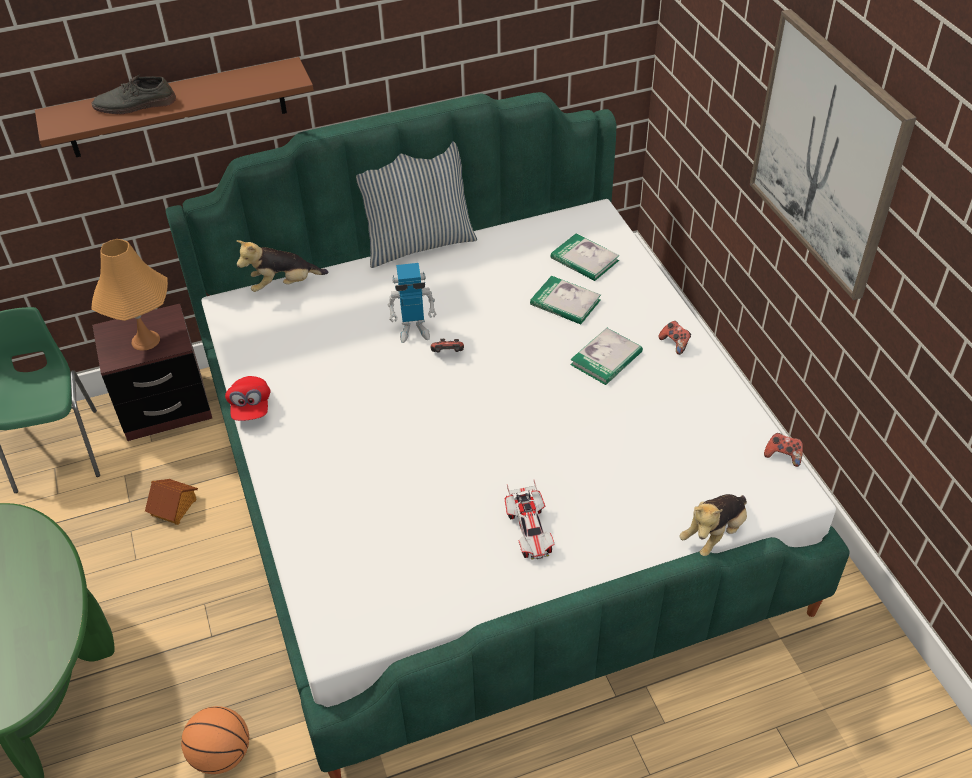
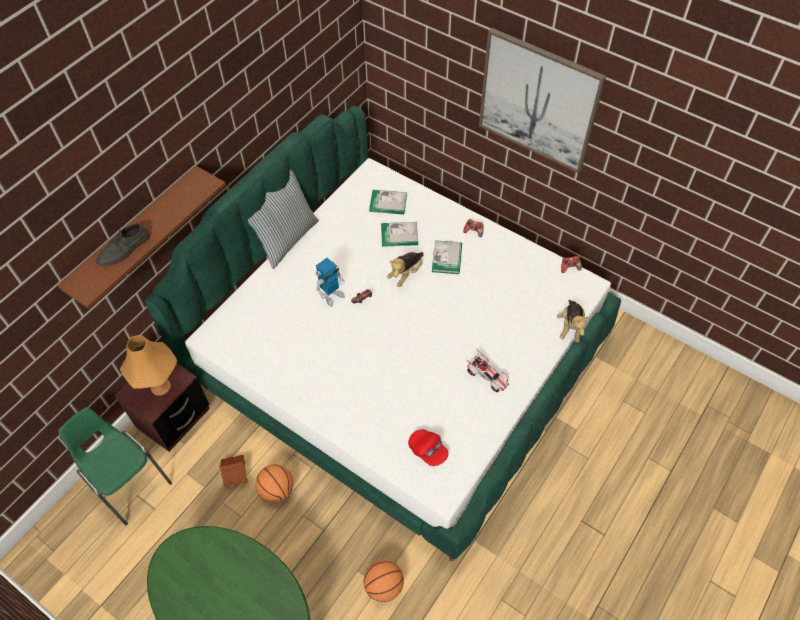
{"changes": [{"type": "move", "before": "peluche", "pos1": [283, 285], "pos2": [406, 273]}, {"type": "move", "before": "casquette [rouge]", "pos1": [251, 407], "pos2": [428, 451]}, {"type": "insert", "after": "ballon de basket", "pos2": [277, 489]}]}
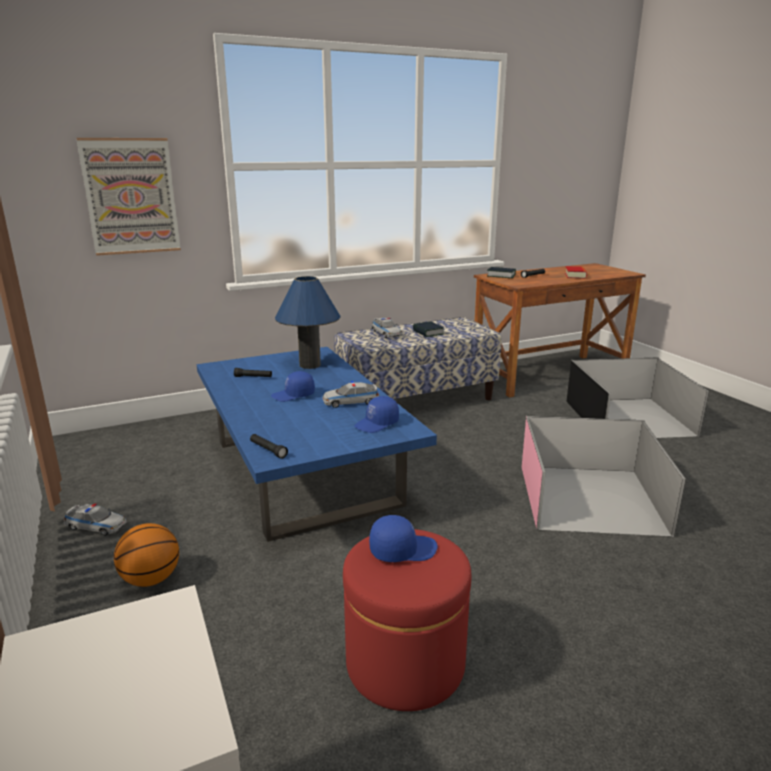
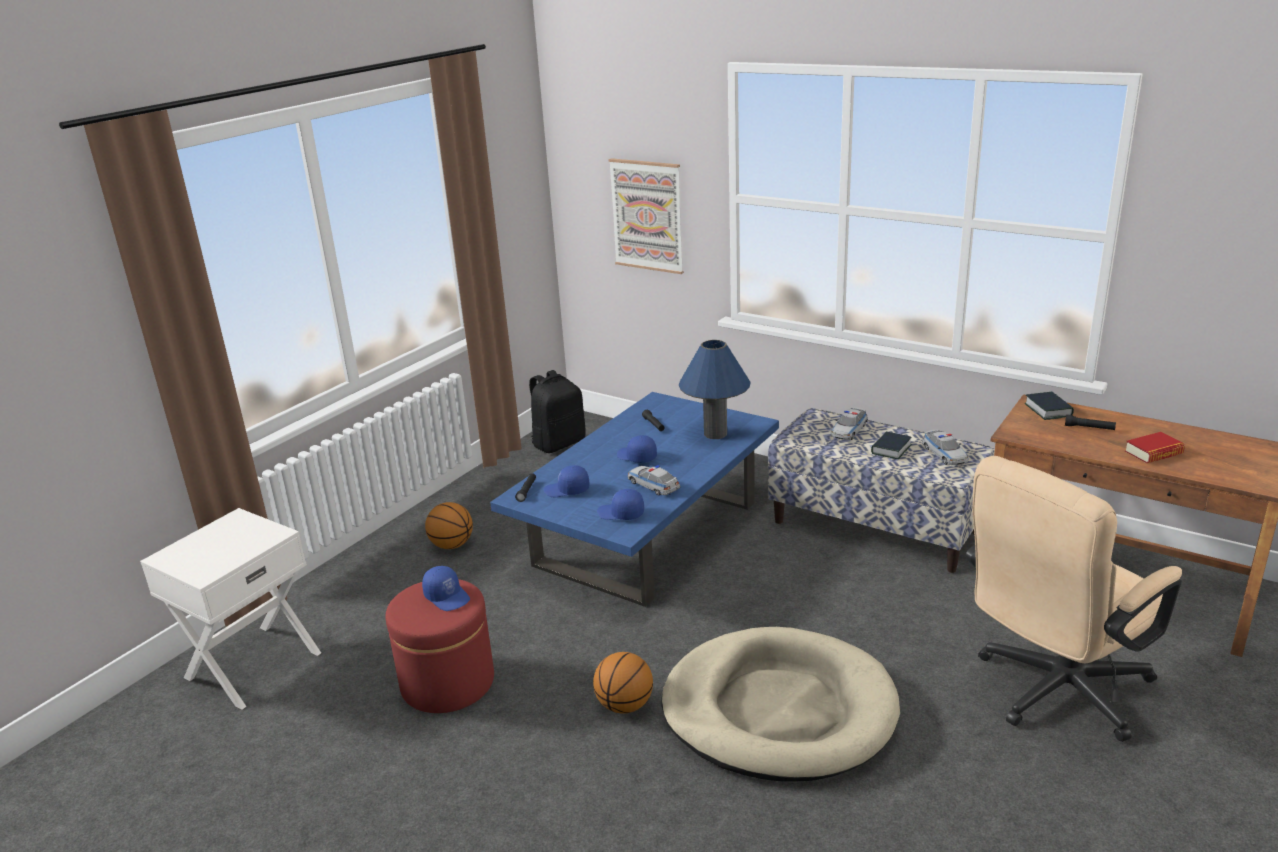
{"changes": [{"type": "replace", "before": "boîte de rangement [noir]", "after": "chaise de bureau [beige]", "pos1": [627, 418], "pos2": [1053, 693]}, {"type": "replace", "before": "boîte de rangement [rose]", "after": "panier pour chien [beige]", "pos1": [588, 498], "pos2": [778, 710]}, {"type": "move", "before": "petite voiture", "pos1": [96, 526], "pos2": [944, 454]}, {"type": "insert", "after": "sac à dos [noir]", "pos2": [559, 443]}, {"type": "insert", "after": "casquette [bleu]", "pos2": [567, 490]}, {"type": "insert", "after": "ballon de basket", "pos2": [625, 705]}]}
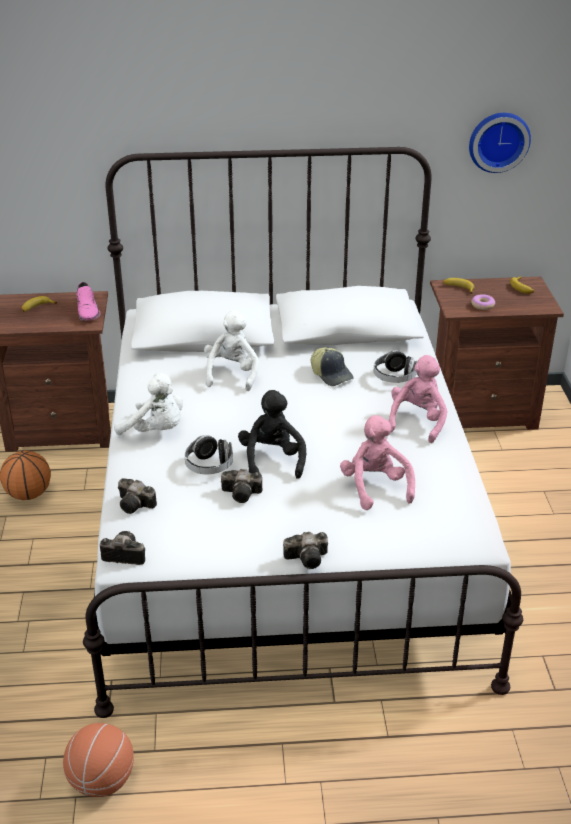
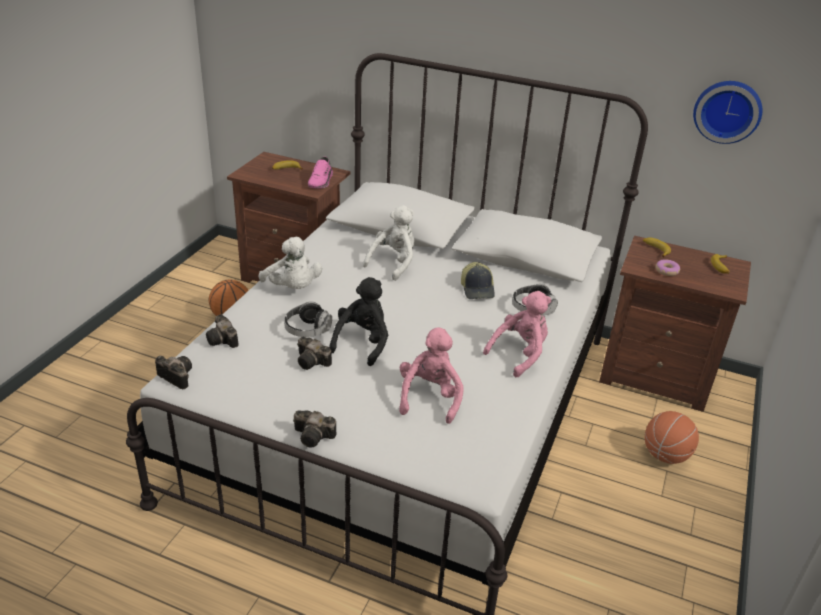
{"changes": [{"type": "move", "before": "ballon de basket", "pos1": [102, 780], "pos2": [665, 455]}]}
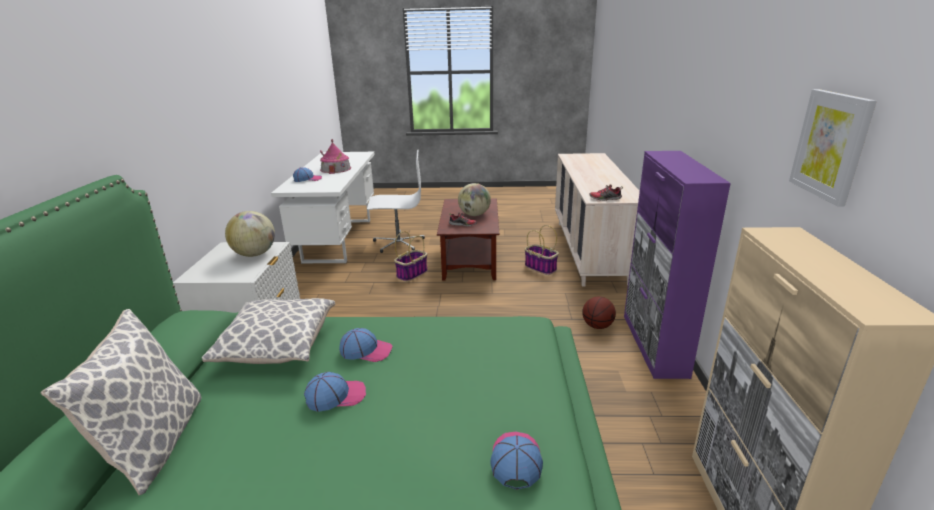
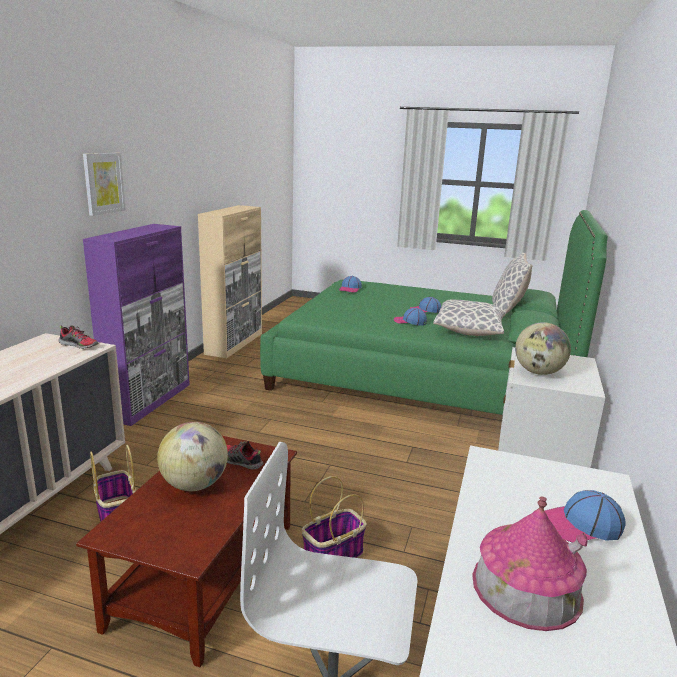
{"changes": [{"type": "move", "before": "tableau", "pos1": [831, 145], "pos2": [103, 183]}, {"type": "delete", "before": "ballon de basket", "pos1": [597, 326]}]}
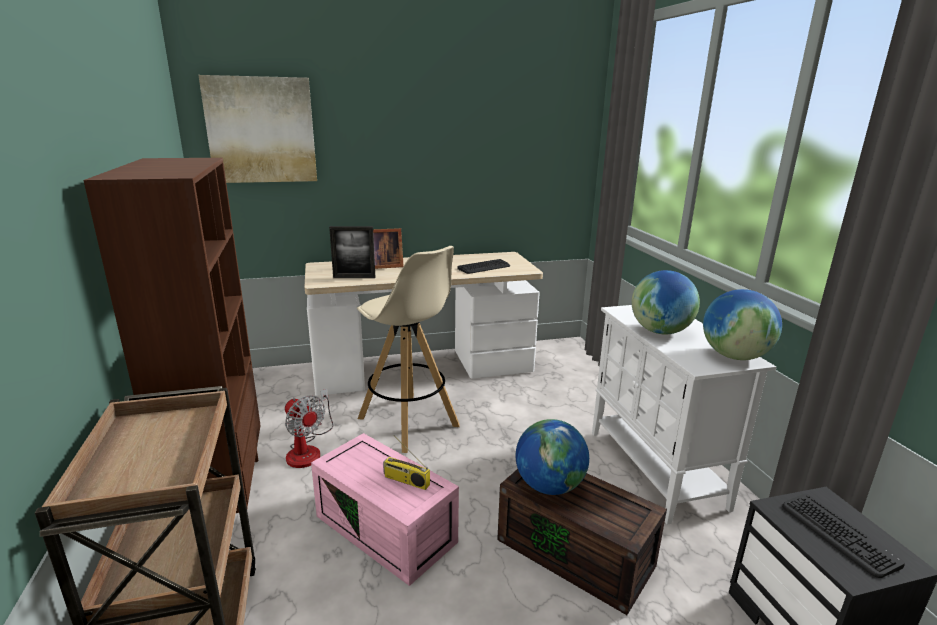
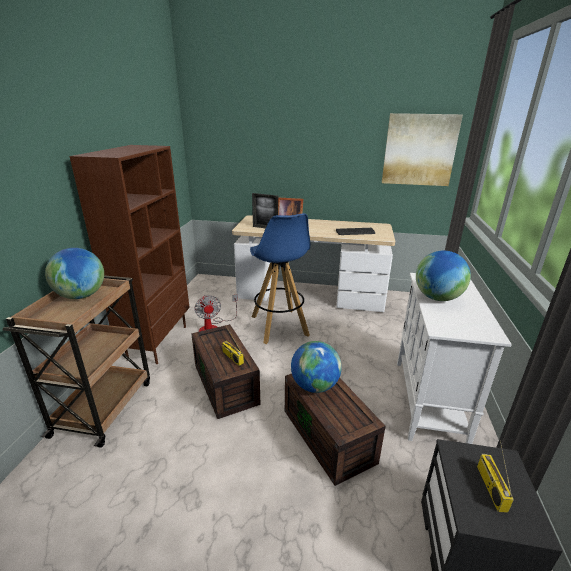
{"changes": [{"type": "move", "before": "tableau", "pos1": [261, 130], "pos2": [419, 150]}, {"type": "recolor", "before": "tabouret [beige]", "after": "tabouret [bleu]", "pos1": [409, 422], "pos2": [279, 326]}, {"type": "move", "before": "globe", "pos1": [734, 356], "pos2": [82, 296]}, {"type": "recolor", "before": "boîte de rangement [rose]", "after": "boîte de rangement [marron]", "pos1": [388, 529], "pos2": [227, 384]}, {"type": "replace", "before": "clavier", "after": "radio", "pos1": [837, 534], "pos2": [490, 487]}]}
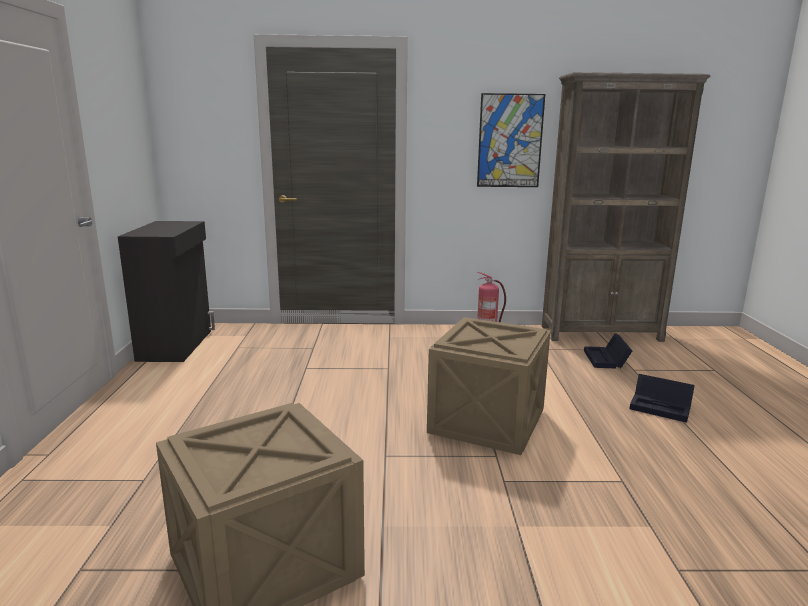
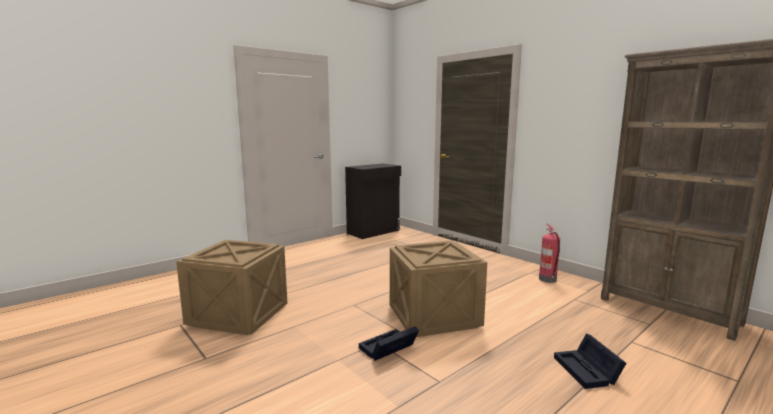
{"changes": [{"type": "delete", "before": "tableau", "pos1": [510, 141]}, {"type": "move", "before": "boîte de rangement [noir]", "pos1": [606, 360], "pos2": [387, 349]}]}
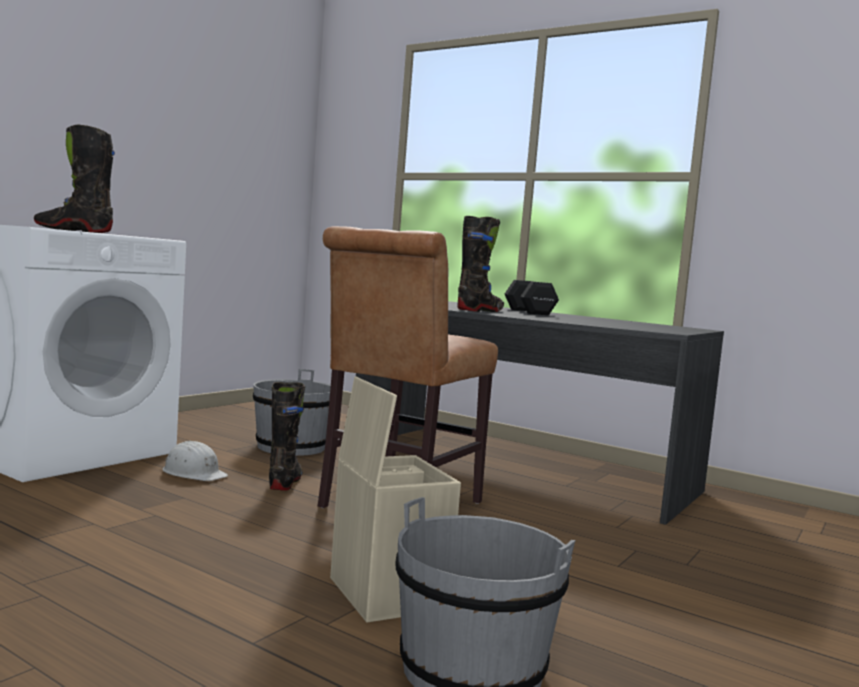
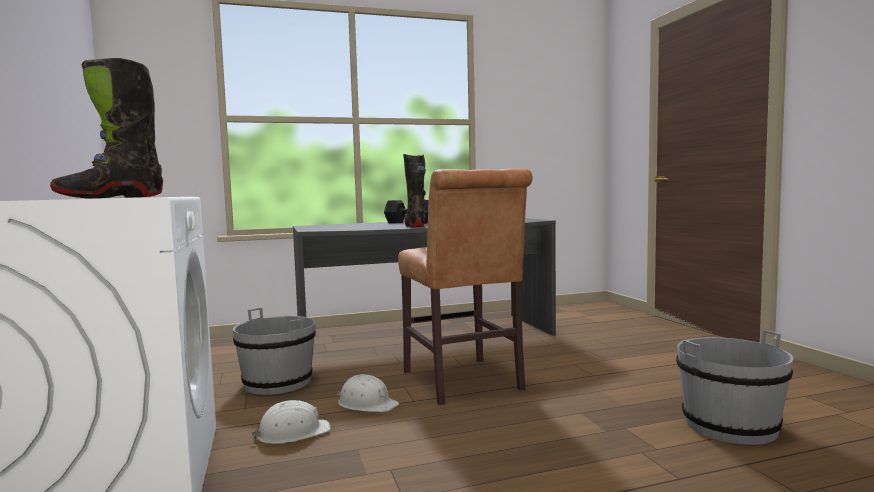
{"changes": [{"type": "delete", "before": "boîte de rangement [beige]", "pos1": [385, 592]}, {"type": "replace", "before": "botte [noir]", "after": "casque de chantier [blanc]", "pos1": [285, 482], "pos2": [367, 404]}]}
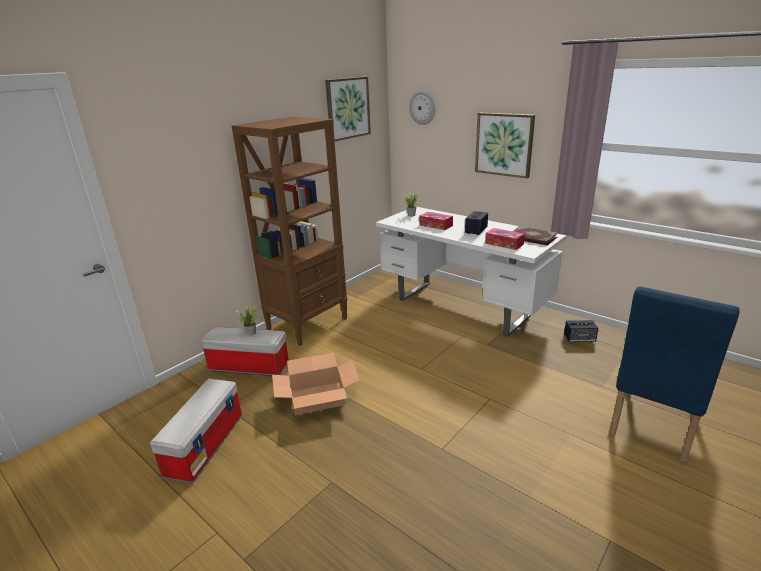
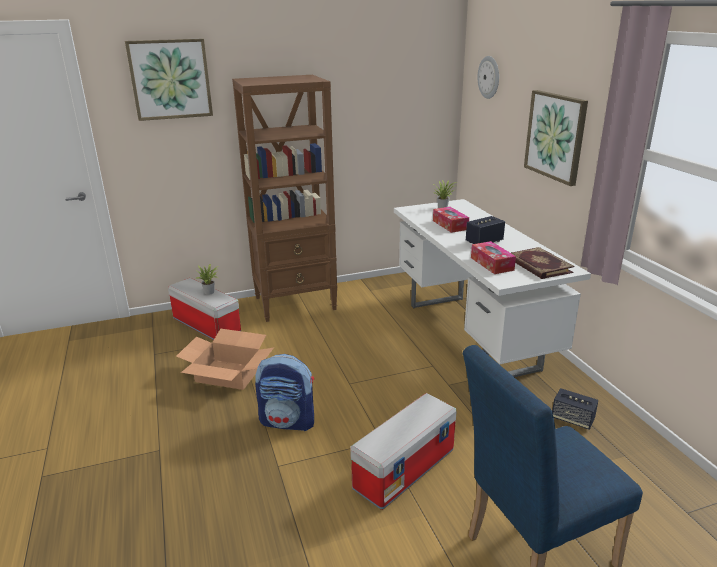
{"changes": [{"type": "move", "before": "tableau", "pos1": [347, 108], "pos2": [170, 79]}, {"type": "move", "before": "boîte de rangement", "pos1": [205, 444], "pos2": [405, 468]}, {"type": "insert", "after": "sac à dos", "pos2": [288, 421]}]}
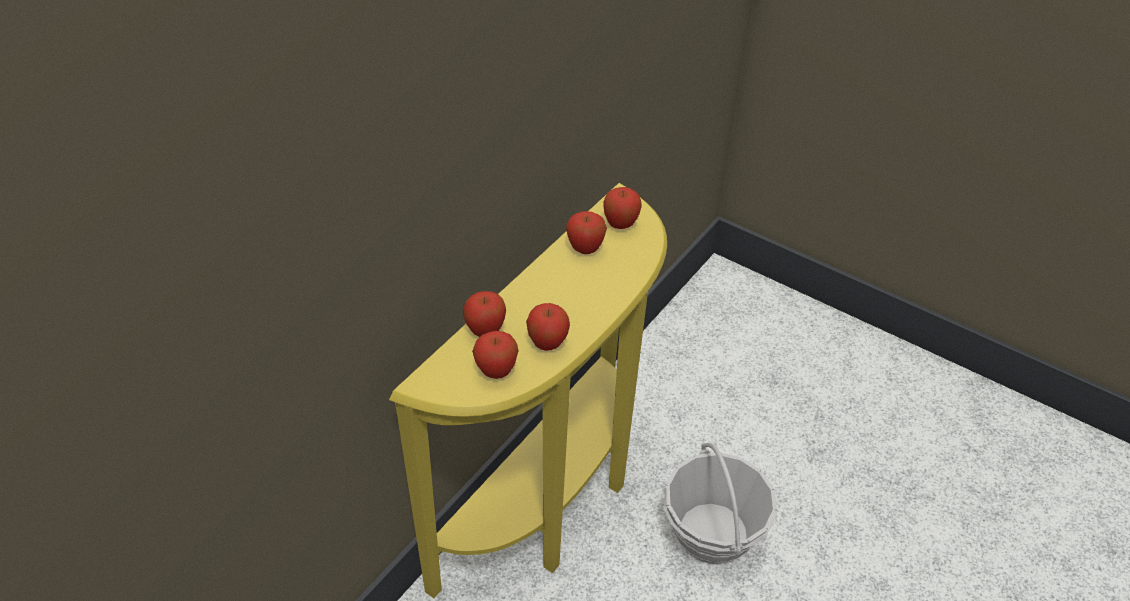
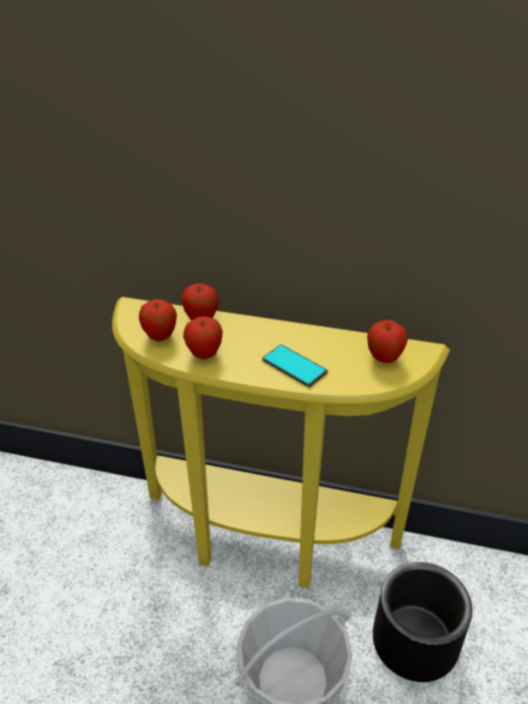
{"changes": [{"type": "delete", "before": "pomme", "pos1": [585, 249]}, {"type": "insert", "after": "téléphone", "pos2": [294, 366]}, {"type": "insert", "after": "cache-pot [noir]", "pos2": [414, 641]}]}
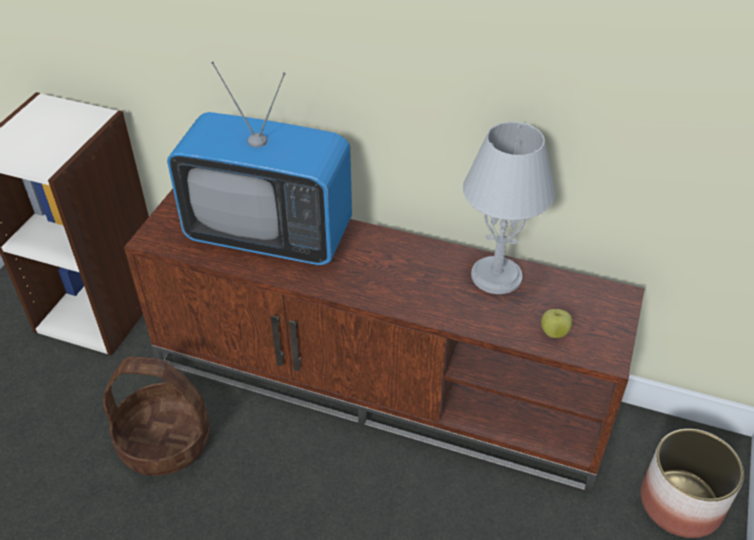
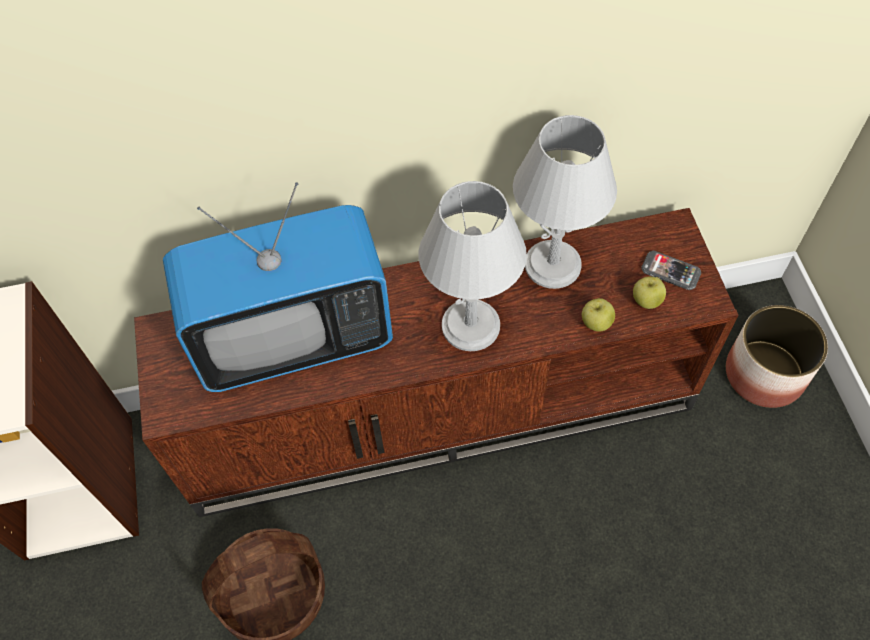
{"changes": [{"type": "insert", "after": "lampe de table [gris]", "pos2": [471, 325]}, {"type": "insert", "after": "téléphone", "pos2": [670, 271]}, {"type": "insert", "after": "pomme", "pos2": [596, 323]}]}
